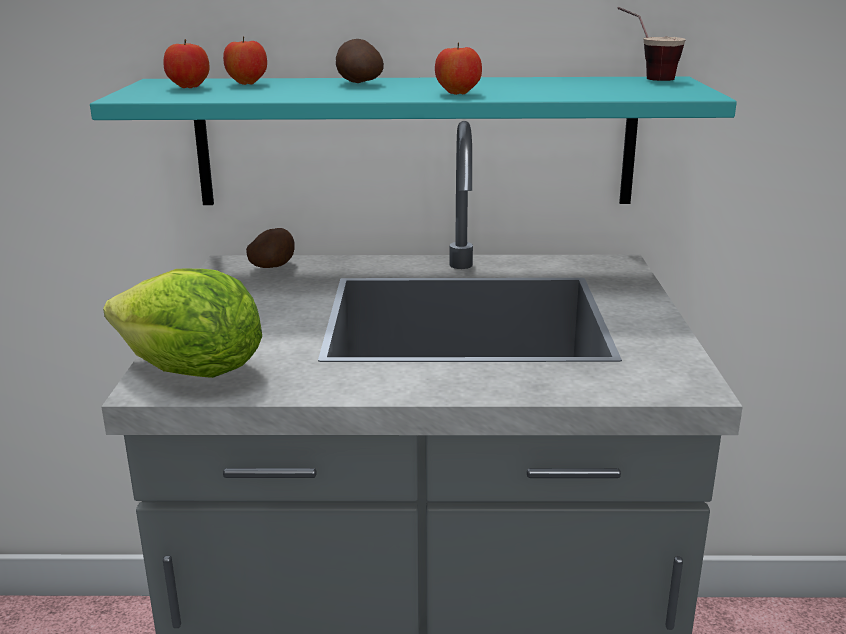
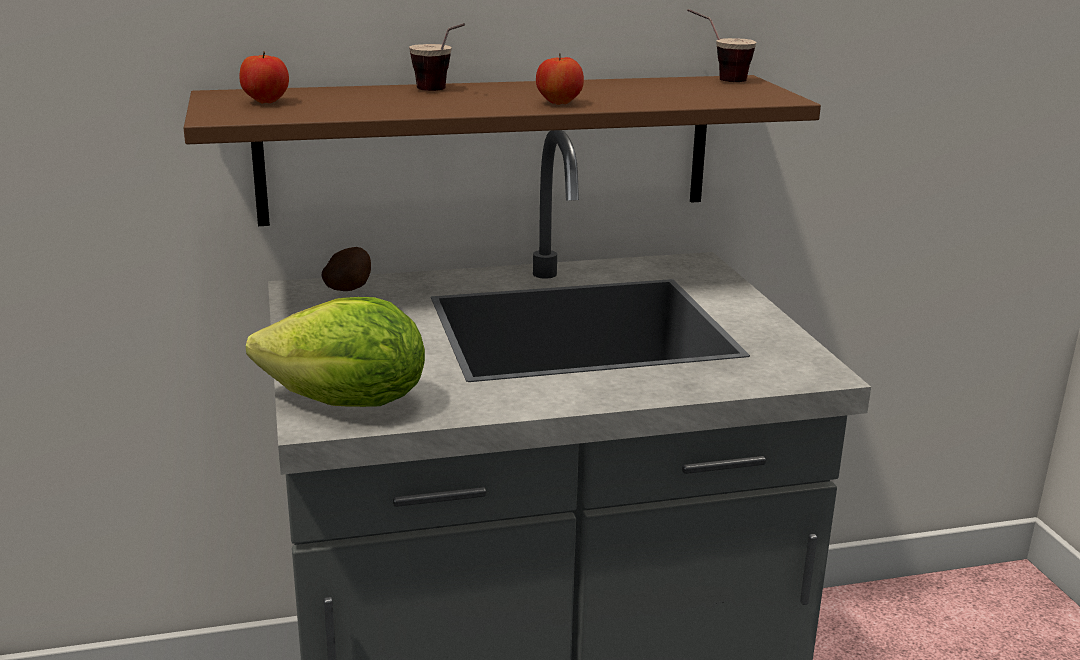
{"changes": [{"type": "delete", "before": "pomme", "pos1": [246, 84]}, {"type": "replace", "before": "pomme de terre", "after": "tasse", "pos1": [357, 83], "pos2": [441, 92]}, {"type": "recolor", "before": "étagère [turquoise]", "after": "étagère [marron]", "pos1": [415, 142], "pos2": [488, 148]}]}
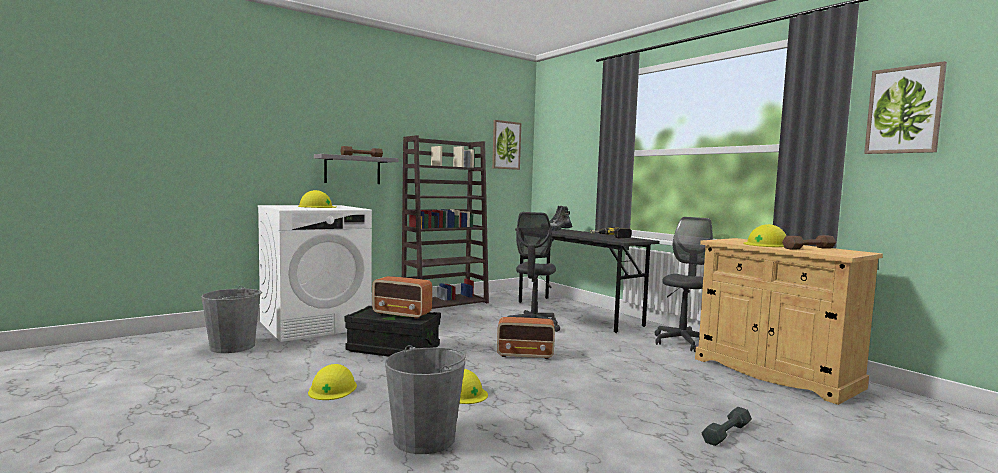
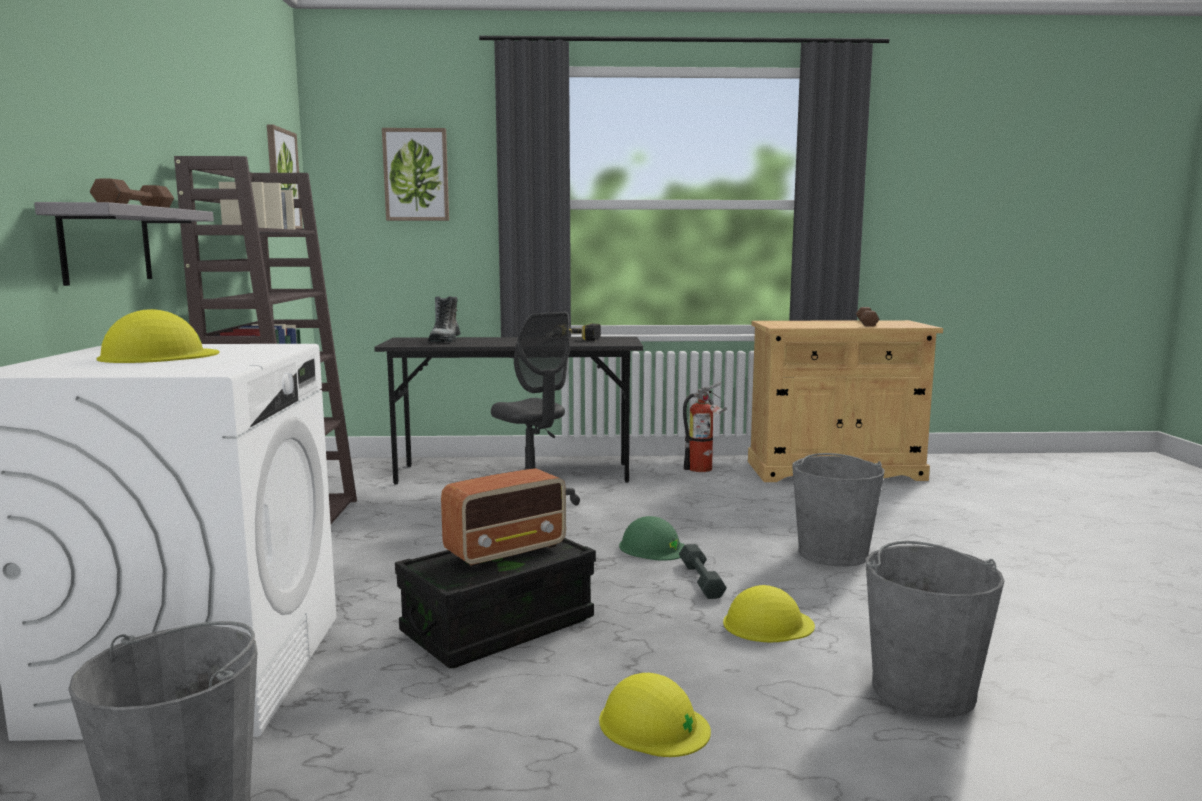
{"changes": [{"type": "move", "before": "tableau", "pos1": [904, 110], "pos2": [416, 175]}, {"type": "replace", "before": "chaise de bureau [gris]", "after": "extincteur", "pos1": [682, 342], "pos2": [704, 469]}, {"type": "delete", "before": "casque de chantier [jaune]", "pos1": [766, 244]}, {"type": "replace", "before": "radio", "after": "casque de chantier [vert]", "pos1": [525, 355], "pos2": [653, 547]}, {"type": "move", "before": "haltère [gris]", "pos1": [727, 433], "pos2": [701, 580]}, {"type": "insert", "after": "seau [gris]", "pos2": [833, 553]}]}
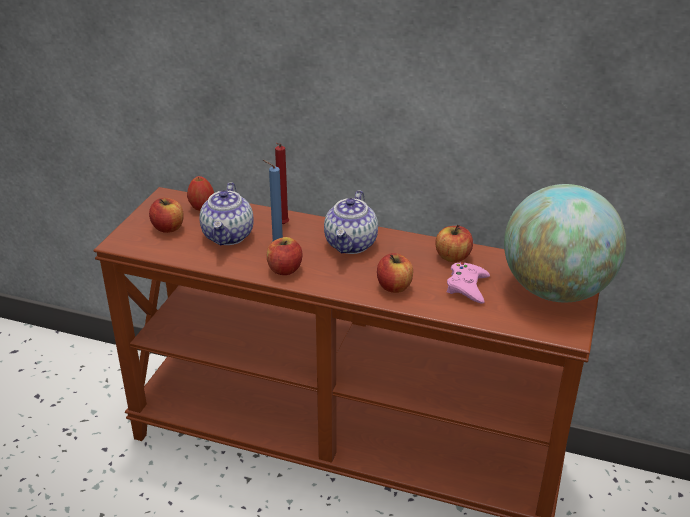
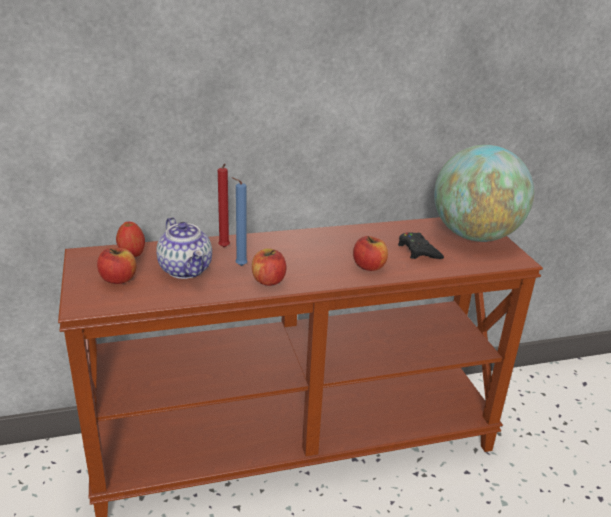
{"changes": [{"type": "delete", "before": "théière", "pos1": [351, 244]}, {"type": "delete", "before": "pomme", "pos1": [453, 257]}, {"type": "recolor", "before": "manette [rose]", "after": "manette [noir]", "pos1": [467, 287], "pos2": [418, 251]}]}
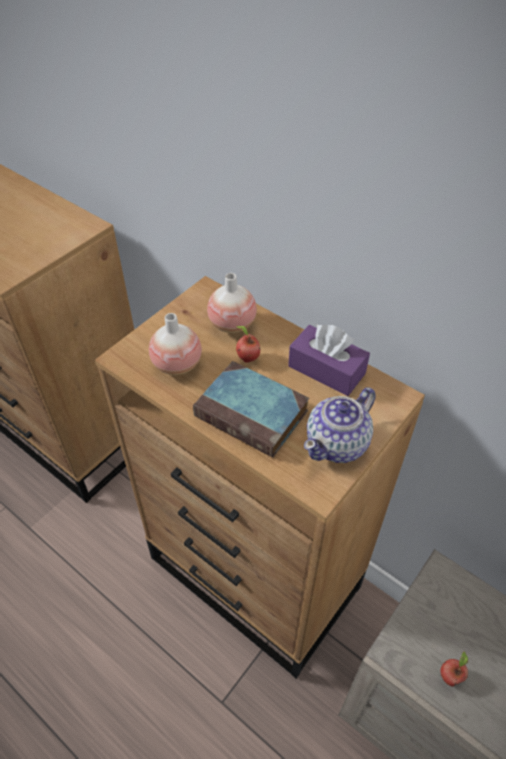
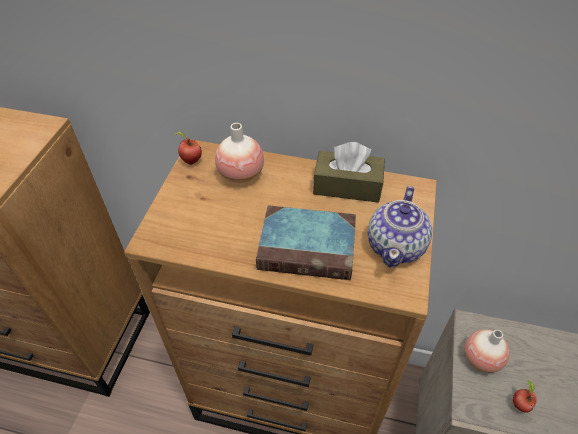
{"changes": [{"type": "move", "before": "vase", "pos1": [177, 365], "pos2": [481, 358]}, {"type": "recolor", "before": "boîte à mouchoirs [violet]", "after": "boîte à mouchoirs [marron]", "pos1": [326, 370], "pos2": [347, 186]}, {"type": "move", "before": "pomme", "pos1": [247, 358], "pos2": [190, 161]}]}
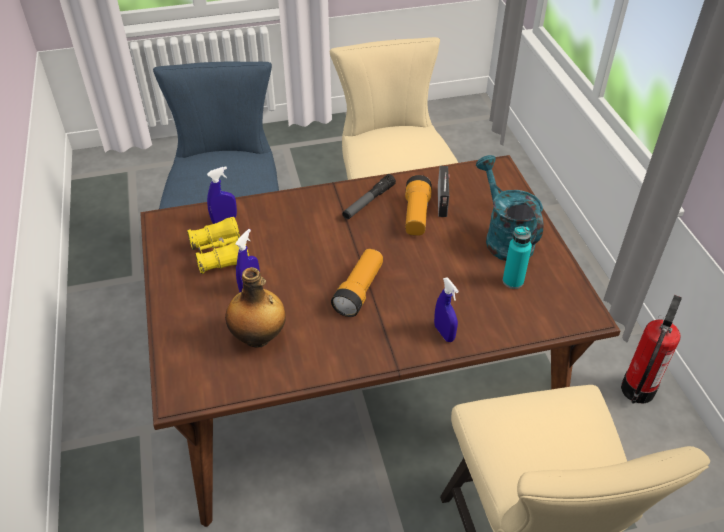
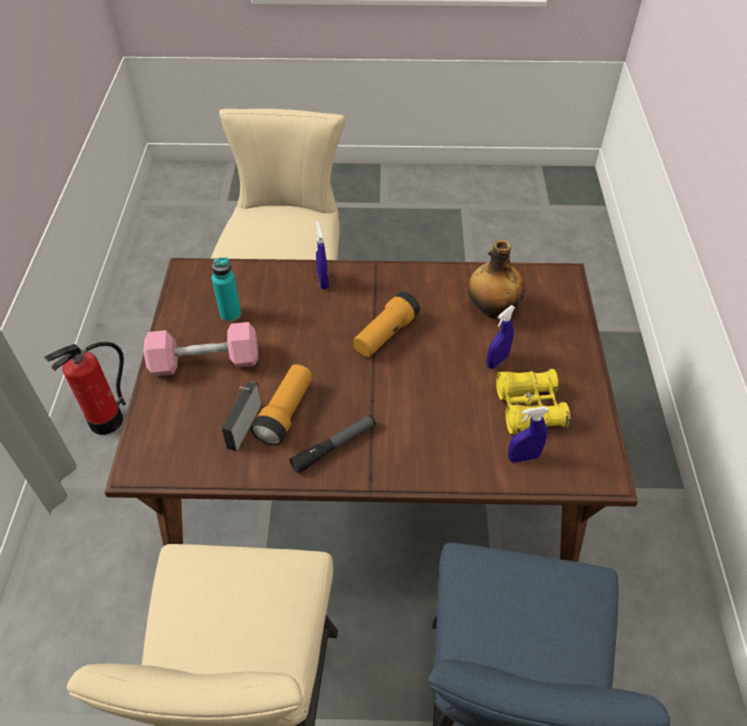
{"changes": [{"type": "replace", "before": "arrosoir [turquoise]", "after": "haltère [rose]", "pos1": [504, 238], "pos2": [205, 362]}]}
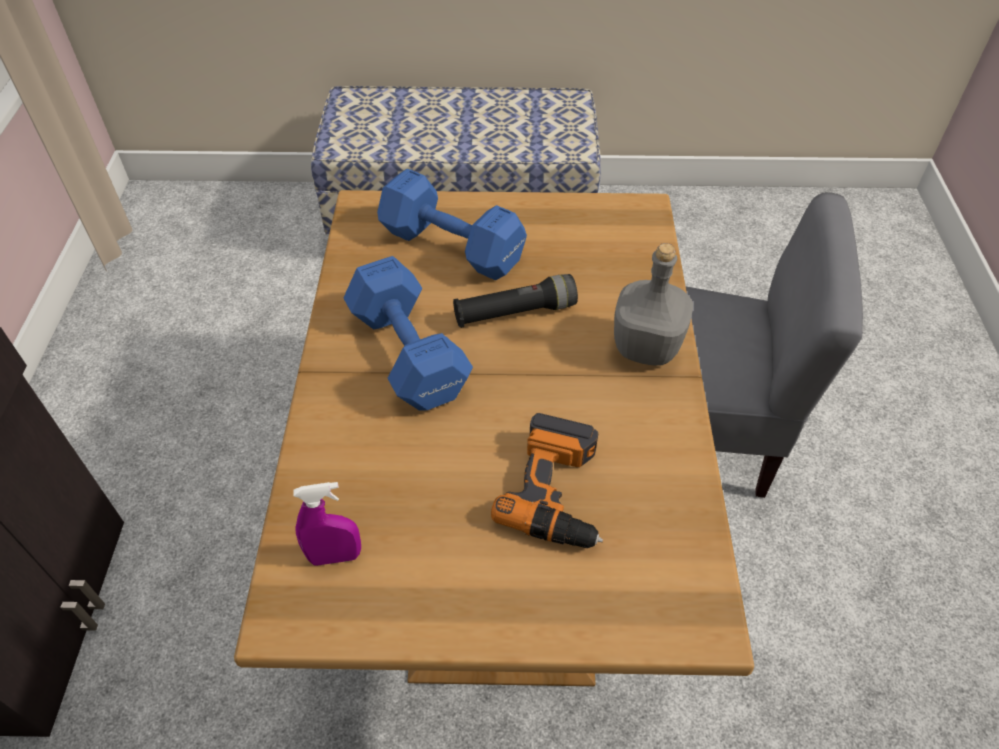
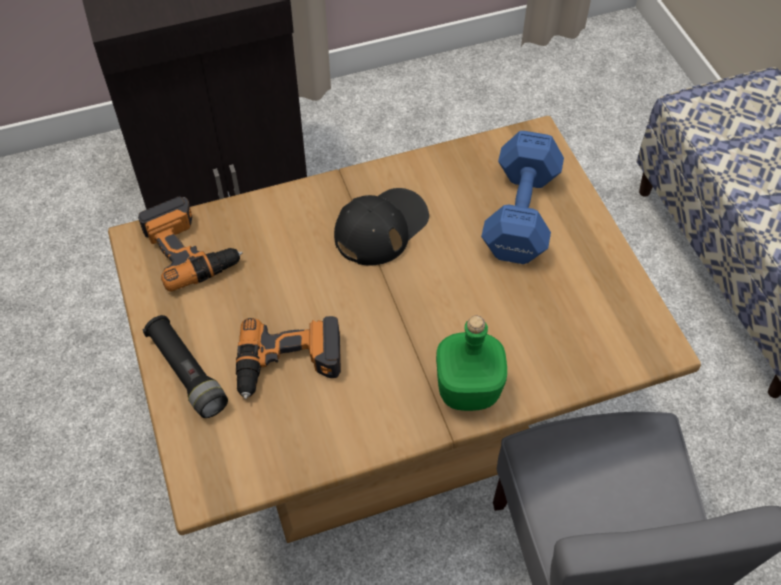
{"changes": [{"type": "recolor", "before": "bouteille [gris]", "after": "bouteille [vert]", "pos1": [644, 347], "pos2": [467, 389]}, {"type": "replace", "before": "haltère [bleu]", "after": "casquette [noir]", "pos1": [408, 356], "pos2": [381, 227]}, {"type": "move", "before": "lampe de poche [noir]", "pos1": [515, 313], "pos2": [187, 373]}, {"type": "replace", "before": "vaporisateur [violet]", "after": "perceuse", "pos1": [335, 556], "pos2": [191, 249]}]}
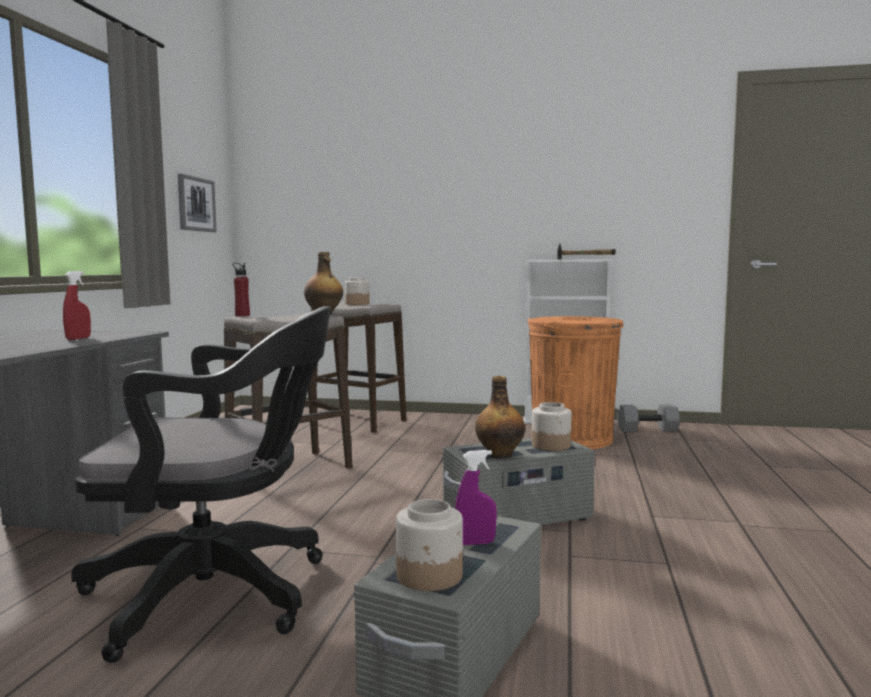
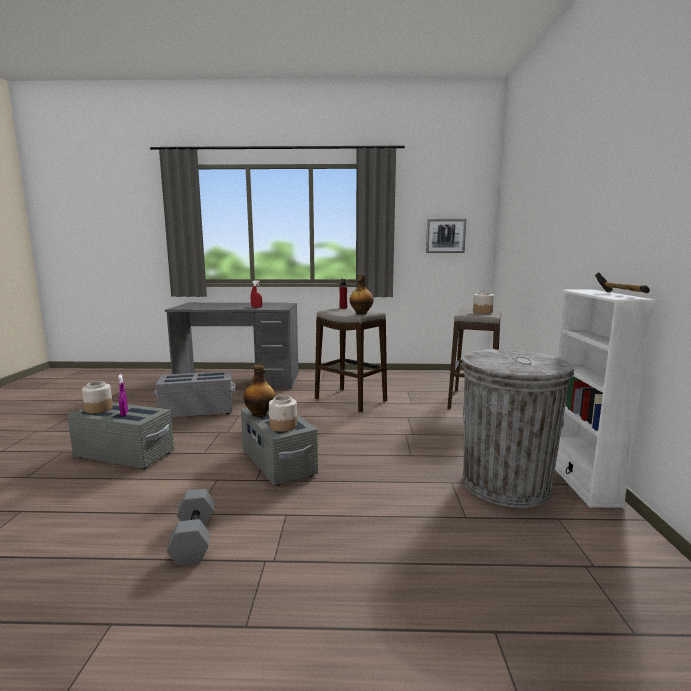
{"changes": [{"type": "replace", "before": "chaise de bureau [noir]", "after": "boîte de rangement [gris]", "pos1": [220, 594], "pos2": [197, 411]}, {"type": "recolor", "before": "poubelle [orange]", "after": "poubelle [gris]", "pos1": [572, 439], "pos2": [506, 484]}, {"type": "move", "before": "haltère [gris]", "pos1": [647, 430], "pos2": [192, 539]}]}
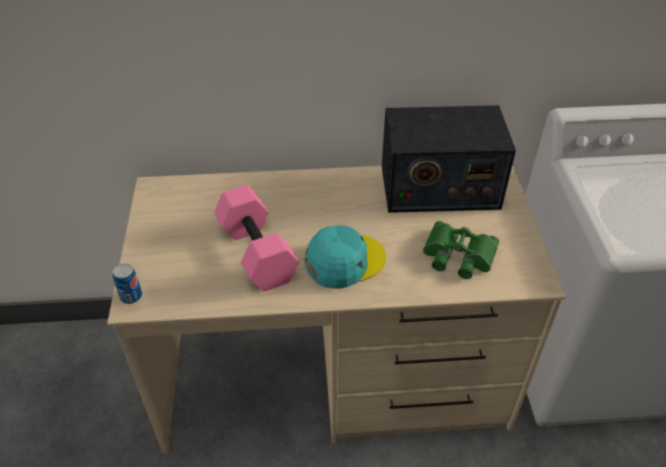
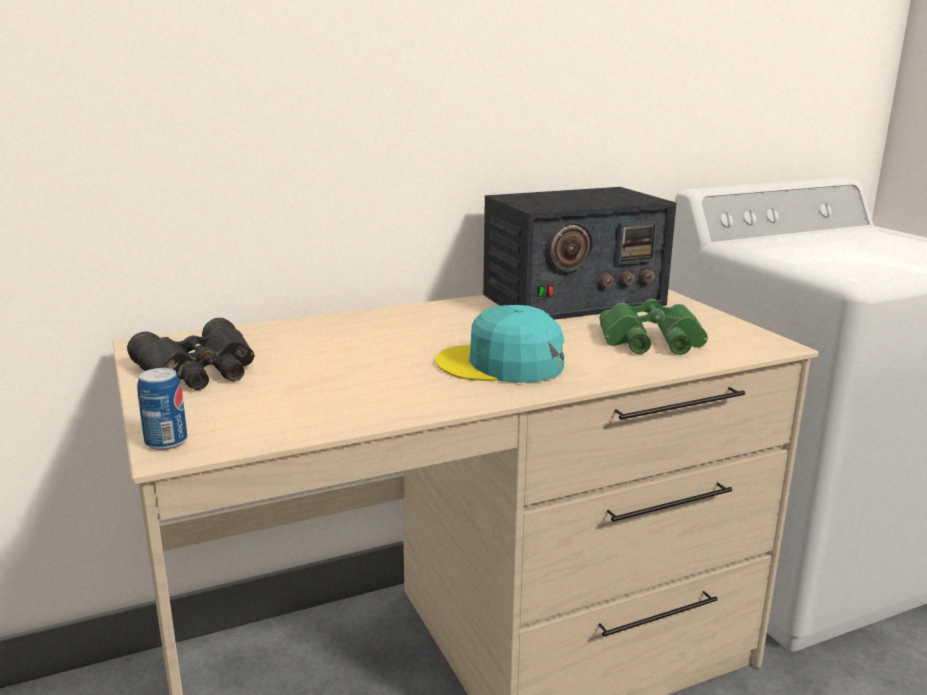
{"changes": [{"type": "delete", "before": "haltère [rose]", "pos1": [255, 252]}, {"type": "rotate", "before": "casquette [turquoise]", "pos1": [344, 261], "pos2": [502, 364], "turn": -120}, {"type": "insert", "after": "jumelles [noir]", "pos2": [200, 370]}]}
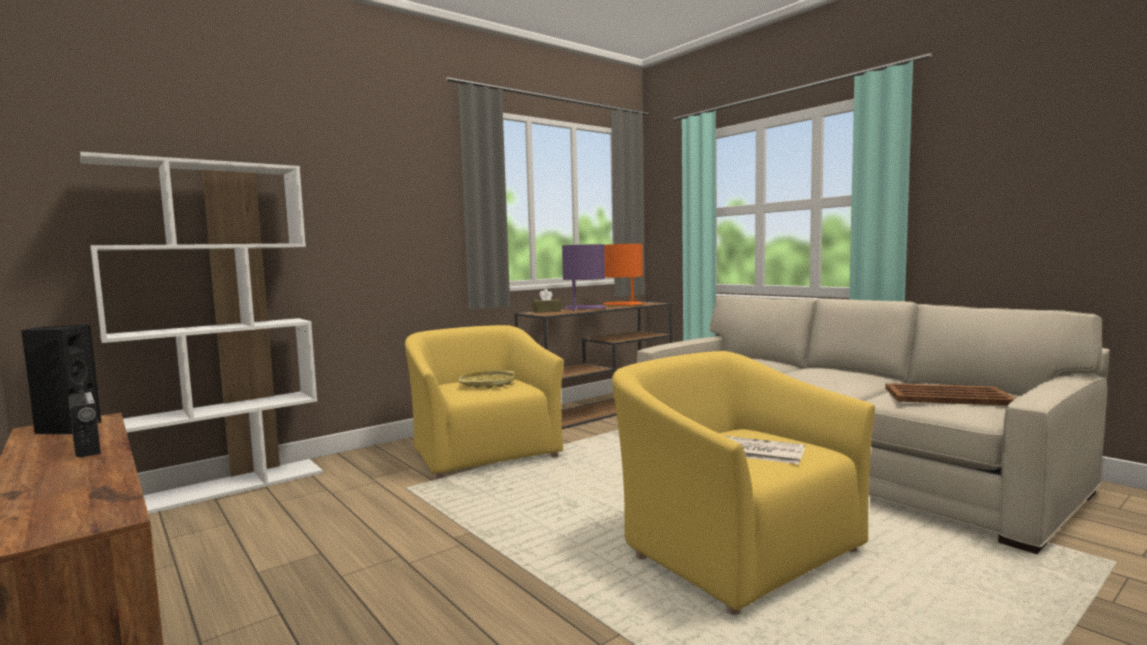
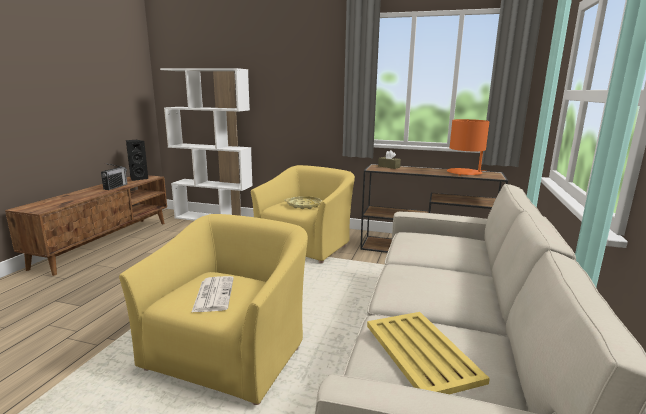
{"changes": [{"type": "delete", "before": "lampe de table [violet]", "pos1": [584, 308]}, {"type": "recolor", "before": "plateau [marron]", "after": "plateau [jaune]", "pos1": [946, 396], "pos2": [421, 351]}]}
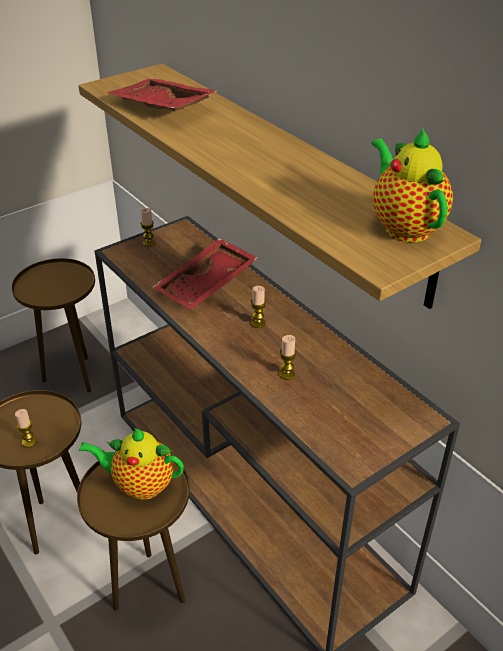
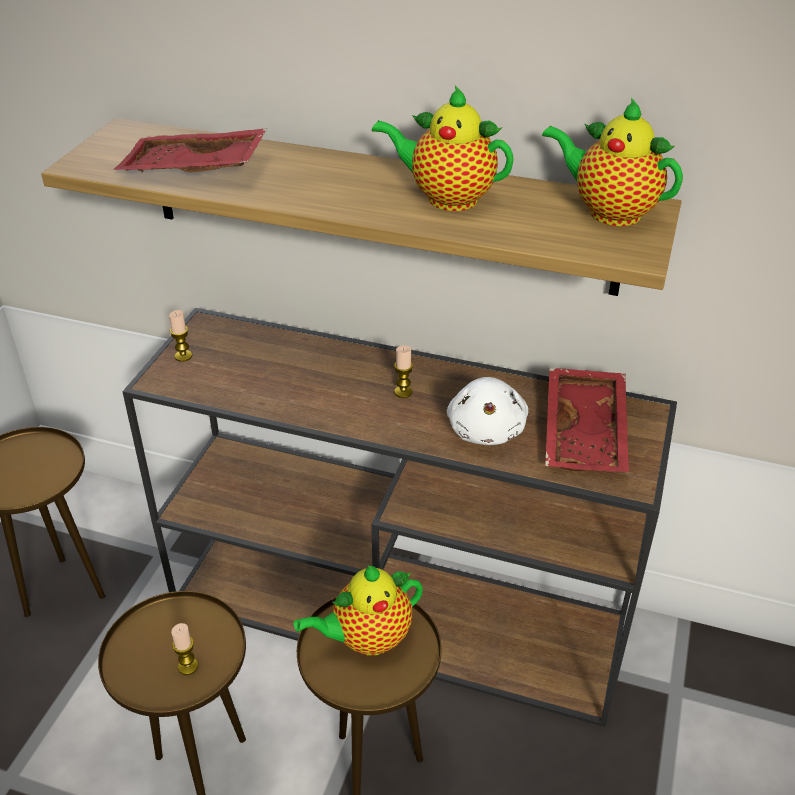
{"changes": [{"type": "move", "before": "plateau [rouge]", "pos1": [208, 285], "pos2": [587, 433]}, {"type": "replace", "before": "bougie", "after": "peluche [blanc]", "pos1": [287, 374], "pos2": [486, 429]}, {"type": "insert", "after": "théière", "pos2": [446, 198]}]}
